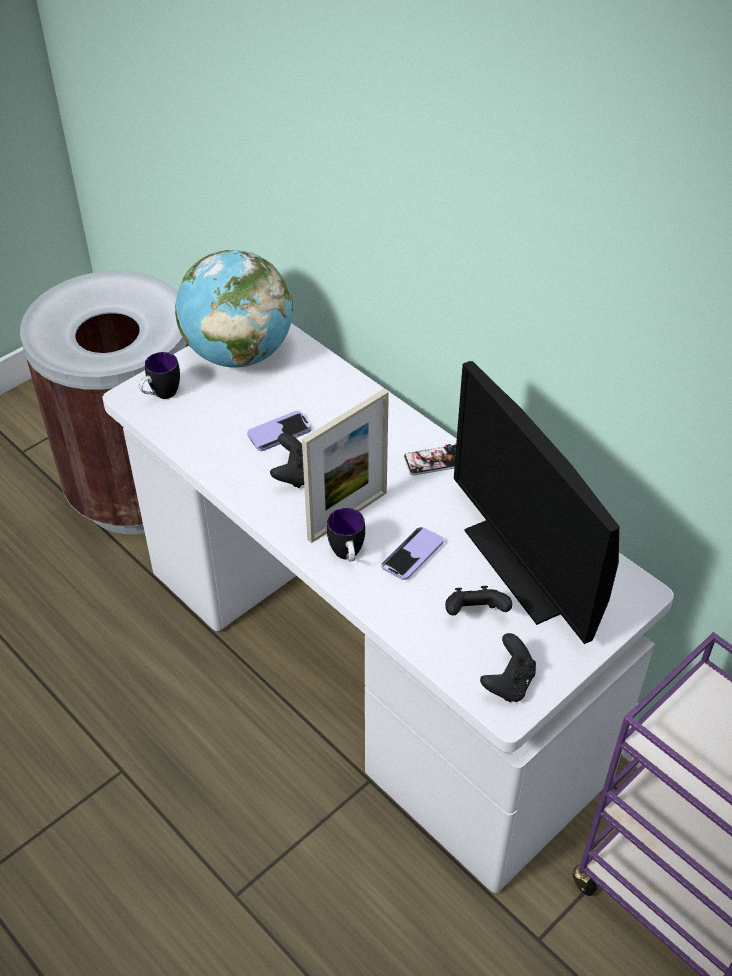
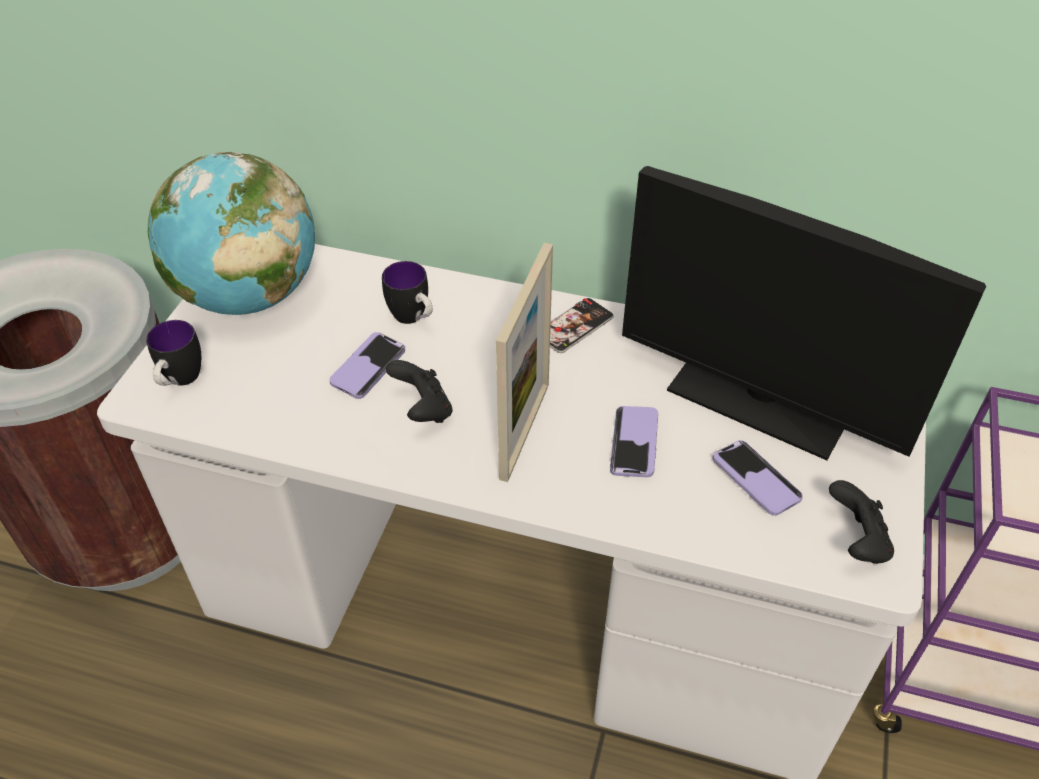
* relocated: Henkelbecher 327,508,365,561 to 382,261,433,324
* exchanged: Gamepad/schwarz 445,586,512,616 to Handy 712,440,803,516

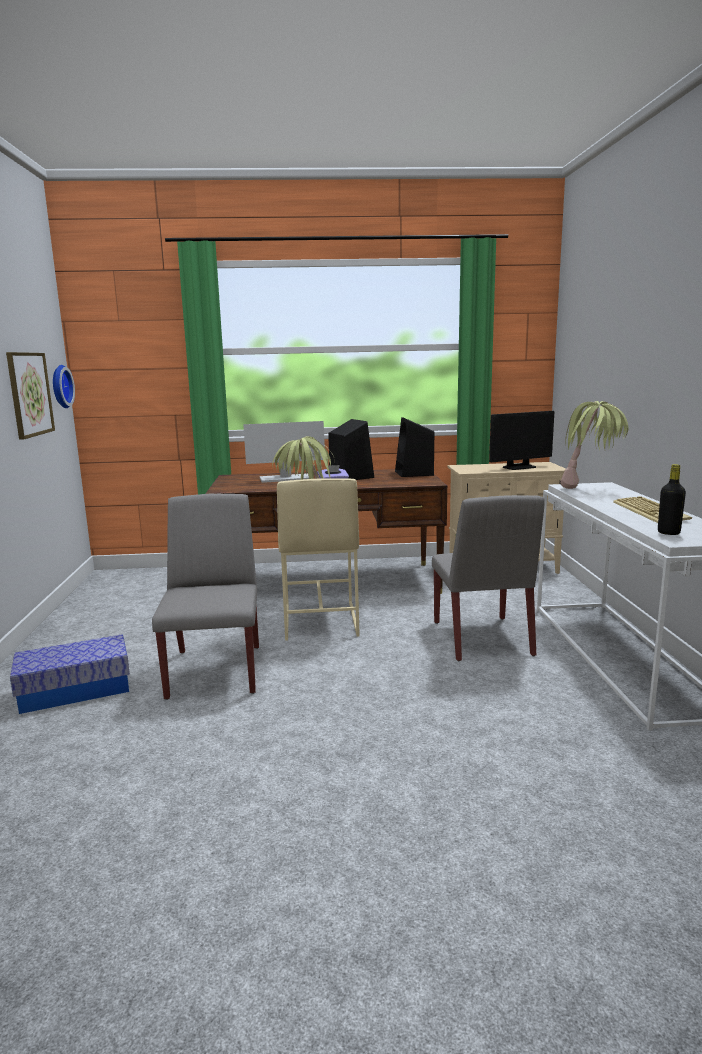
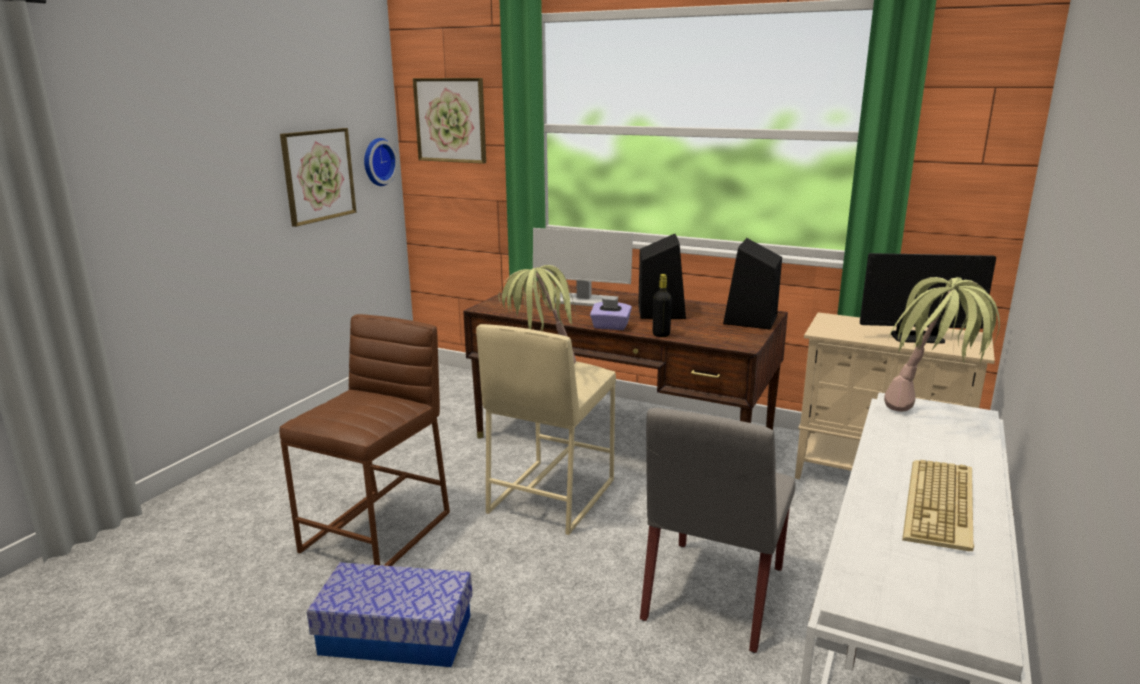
* exchanged: Stuhl/grau 152,494,259,700 to Hocker/braun 280,314,450,566
* relocated: Aufbewahrungsbox 10,634,130,714 to 307,562,472,667
* appeared: Bild 413,78,486,164
* relocated: Flasche/schwarz 658,464,686,535 to 653,274,672,337

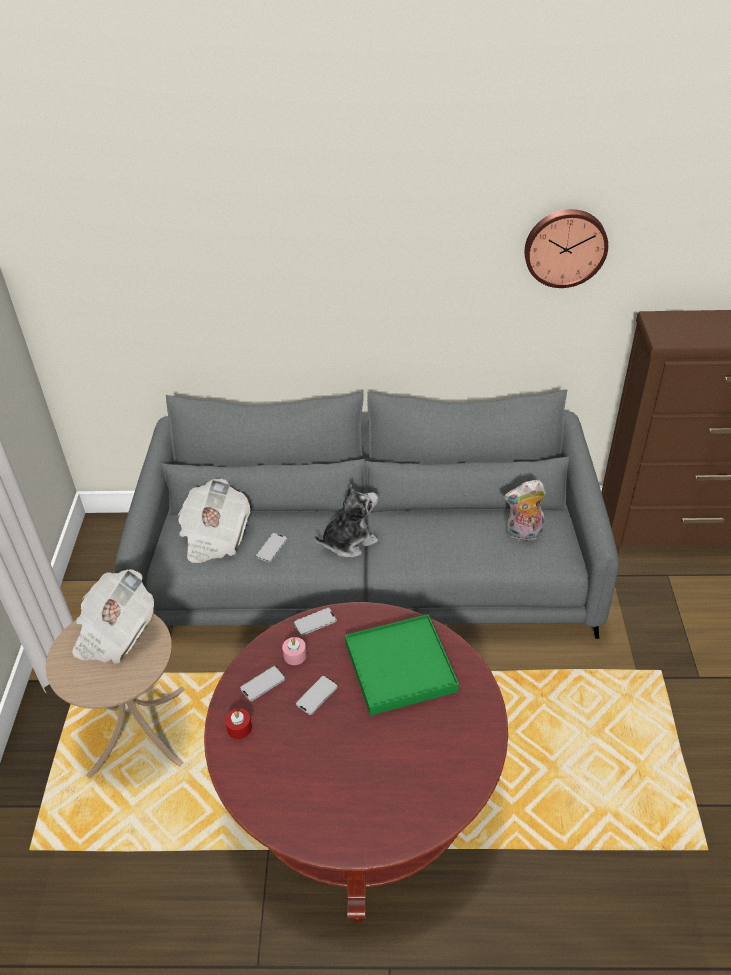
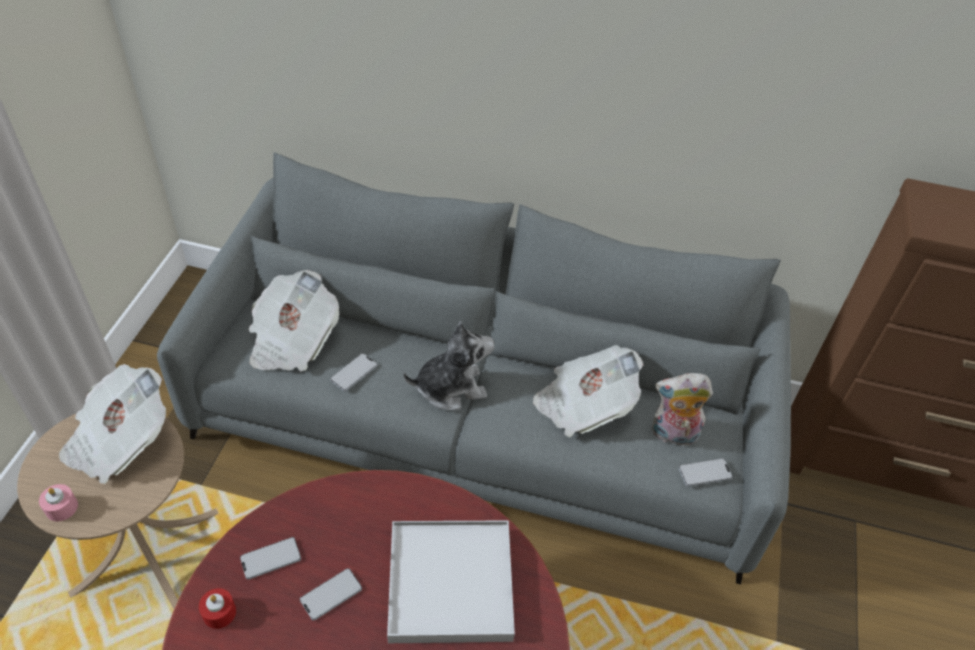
* relocated: Kerze/rosa 282,637,307,665 to 39,484,78,521
* colour: Tablett/grün 345,614,459,716 to Tablett/weiß 387,520,515,643
* appeared: Zeitung 533,345,643,437
* relocated: Handy 293,607,337,636 to 679,458,732,486
* missing: Wanduhr 525,209,608,288

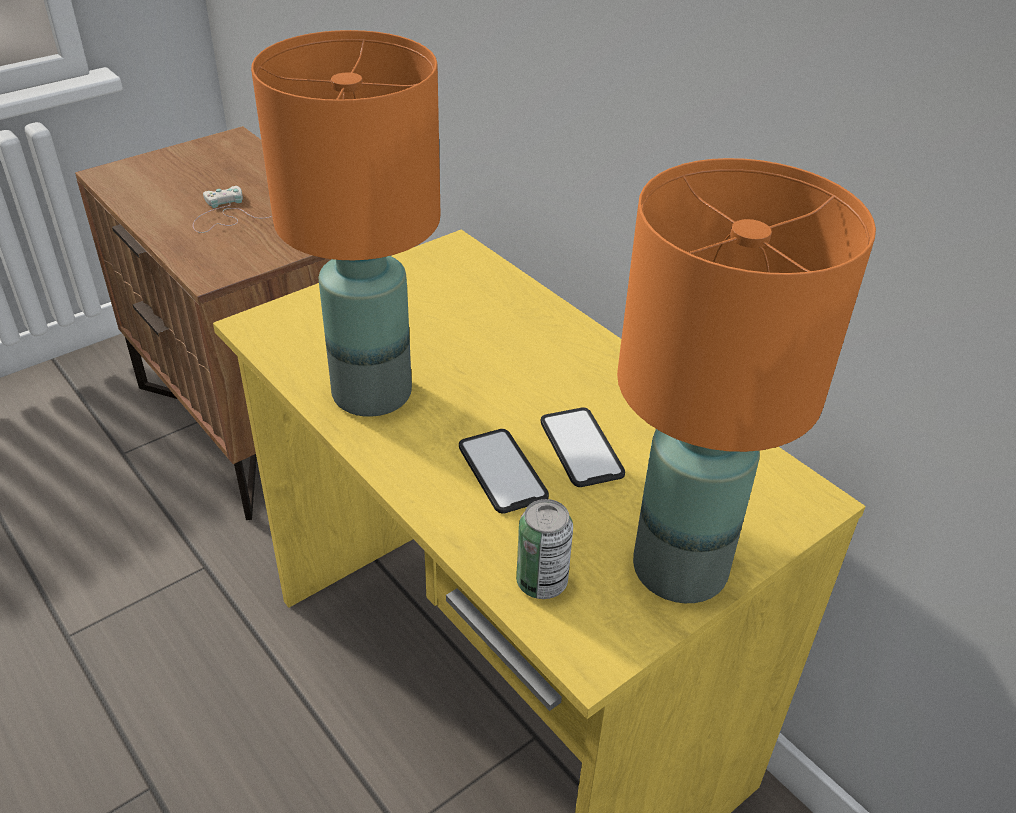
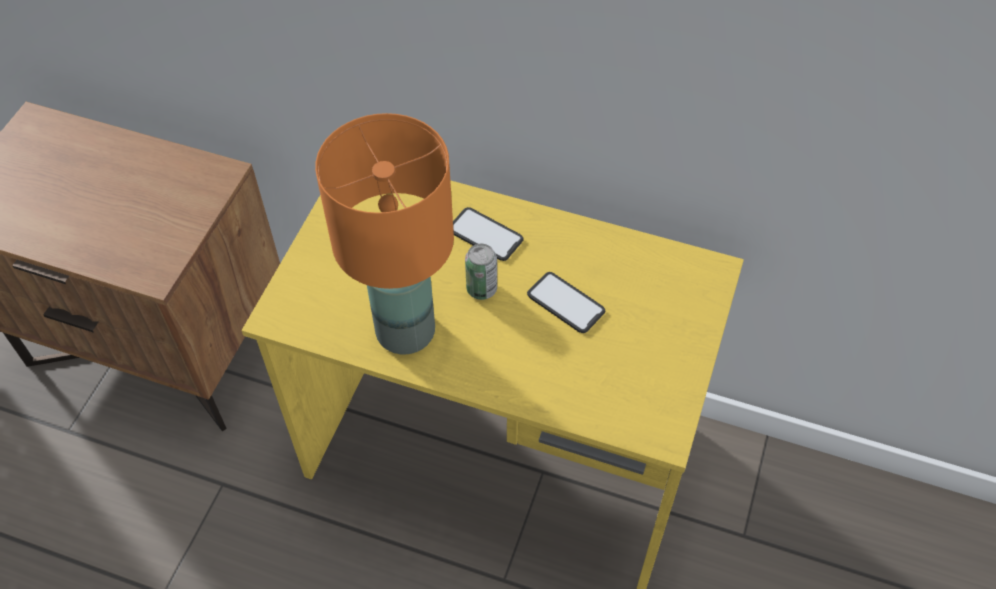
* relocated: Handy 459,429,549,514 to 453,207,524,261
* relocated: Dose 516,499,573,599 to 465,244,497,300
* missing: Gamepad/weiß 193,186,272,233
* missing: Tischlampe/orange 617,158,876,603

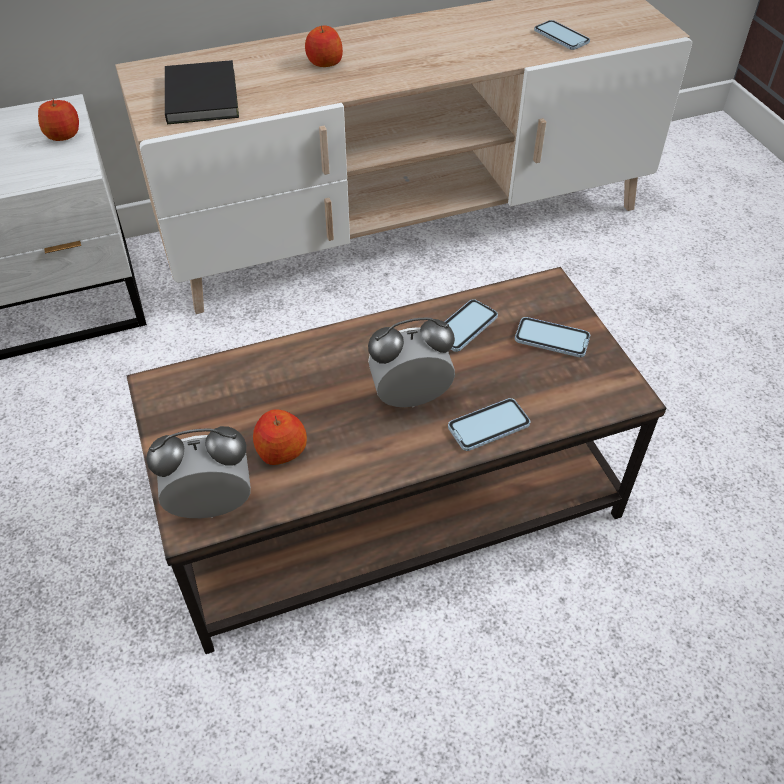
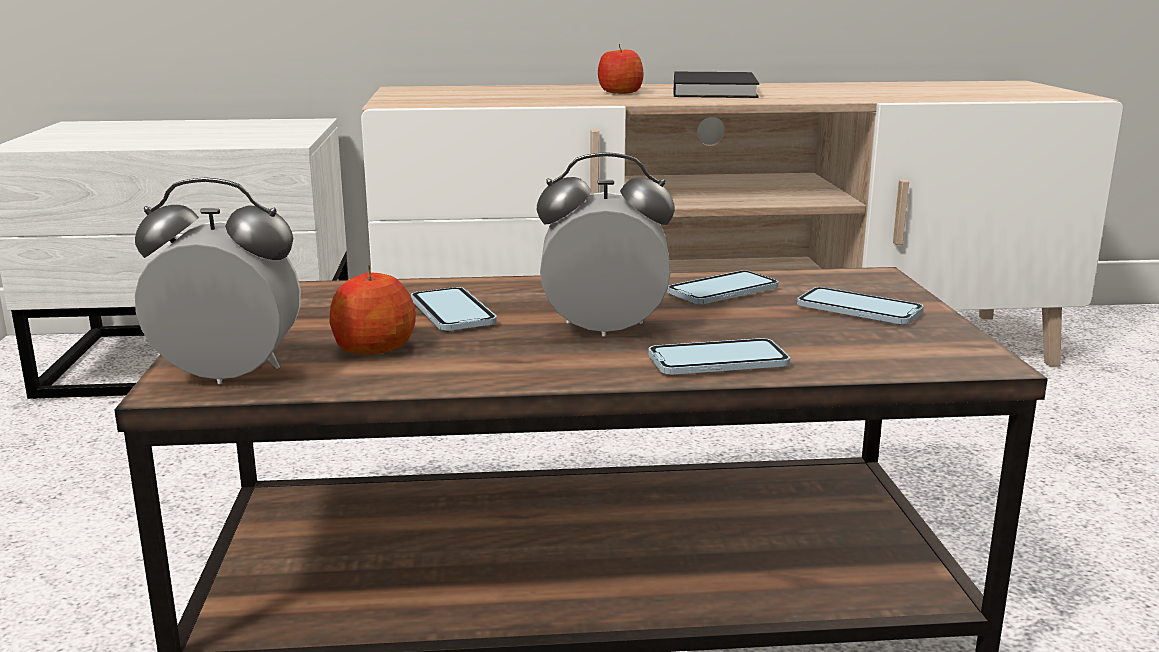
* relocated: Handy 534,20,590,50 to 411,287,497,331
* relocated: Buch/schwarz 165,60,239,124 to 674,72,759,98
* missing: Apfel 38,98,79,141

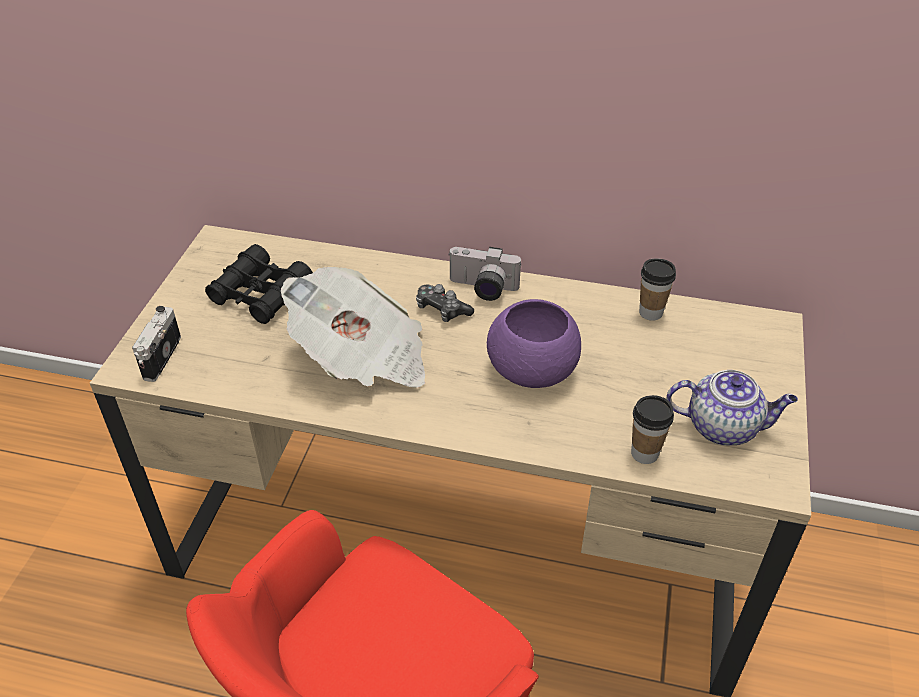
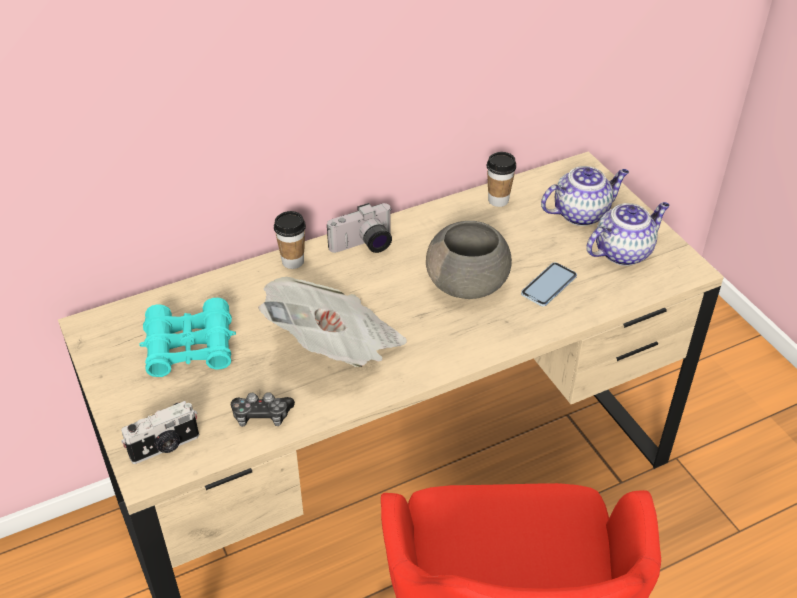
* spun: Kamera 132,306,181,382 = 121,401,199,464 90 degrees counterclockwise
* colour: Fernglas/schwarz 205,244,313,324 to Fernglas/türkis 139,298,236,377
* relocated: Gamepad 416,284,474,322 to 231,392,295,427
* relocated: Tasse 631,395,674,464 to 274,211,306,269
* colour: Schüssel/lila 487,299,581,388 to Schüssel/grau 426,221,512,299
* appeared: Handy 521,262,577,306
* appeared: Teekanne 541,166,629,226

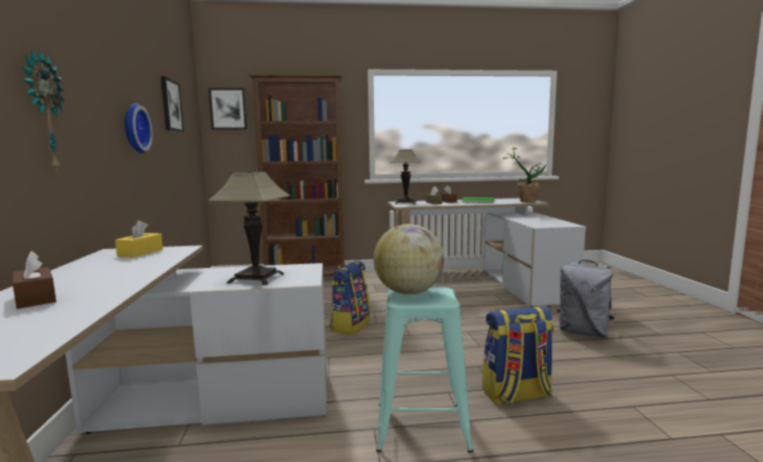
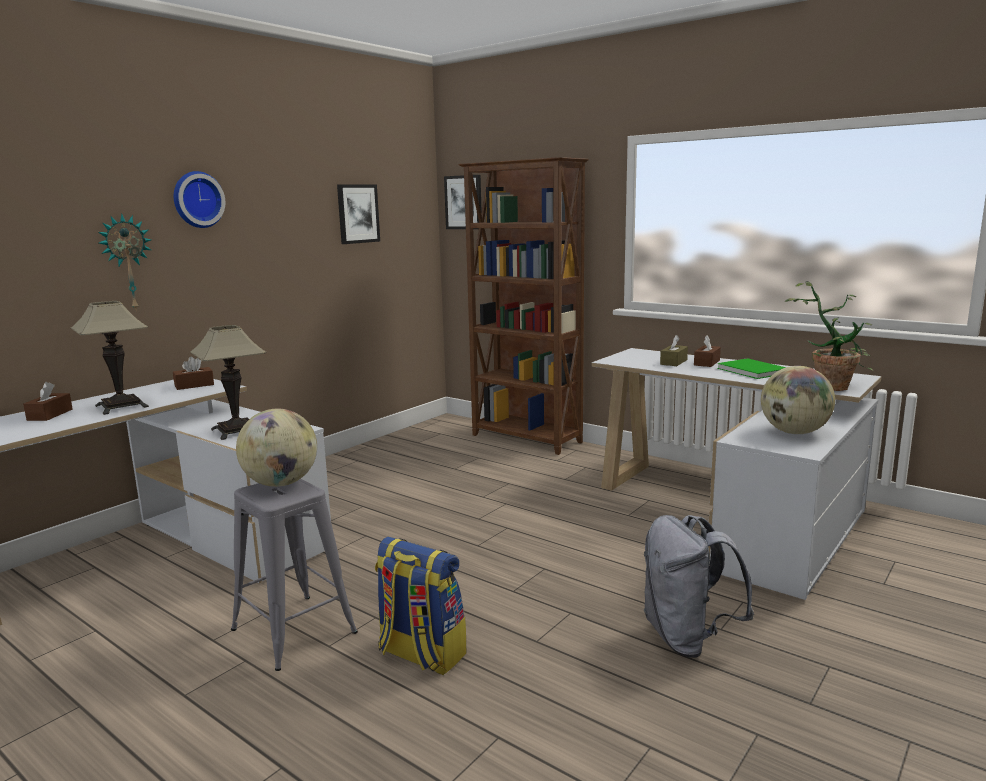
* relocated: Tischlampe 389,149,421,204 to 71,301,149,415
* colour: Taschentuchbox/gelb 115,220,163,258 to Taschentuchbox/braun 173,357,214,390
* relocated: Wanduhr 125,103,153,153 to 174,171,225,228
* colour: Hocker/türkis 376,287,473,453 to Hocker/grau 231,479,358,671
* appeared: Globus 761,366,835,434
* missing: Rucksack 330,261,370,335

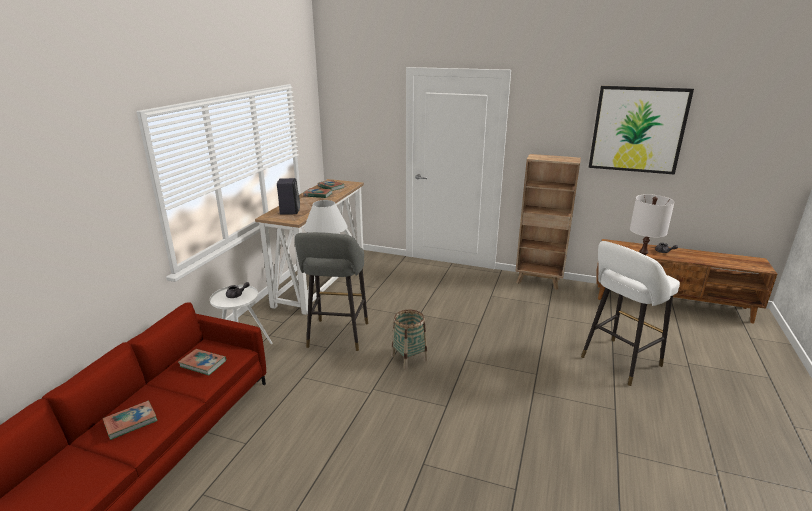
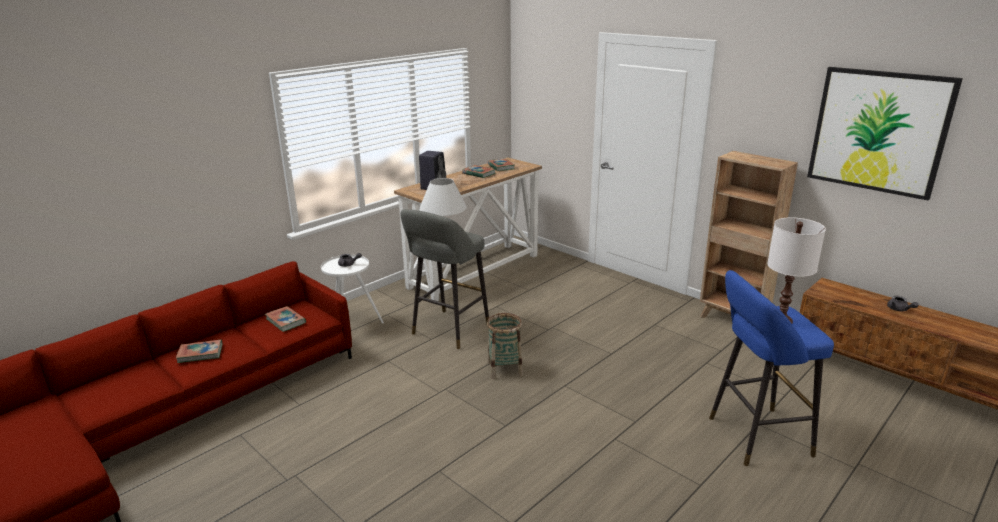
* colour: Hocker/weiß 581,241,680,386 to Hocker/blau 709,270,834,466

